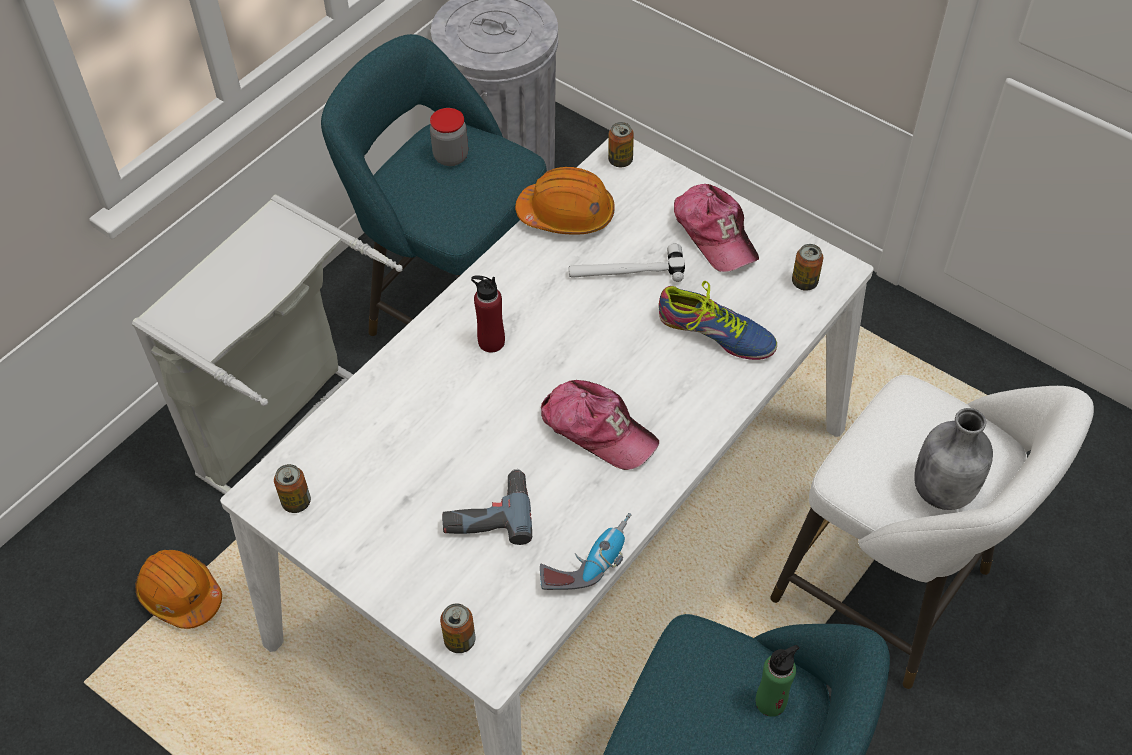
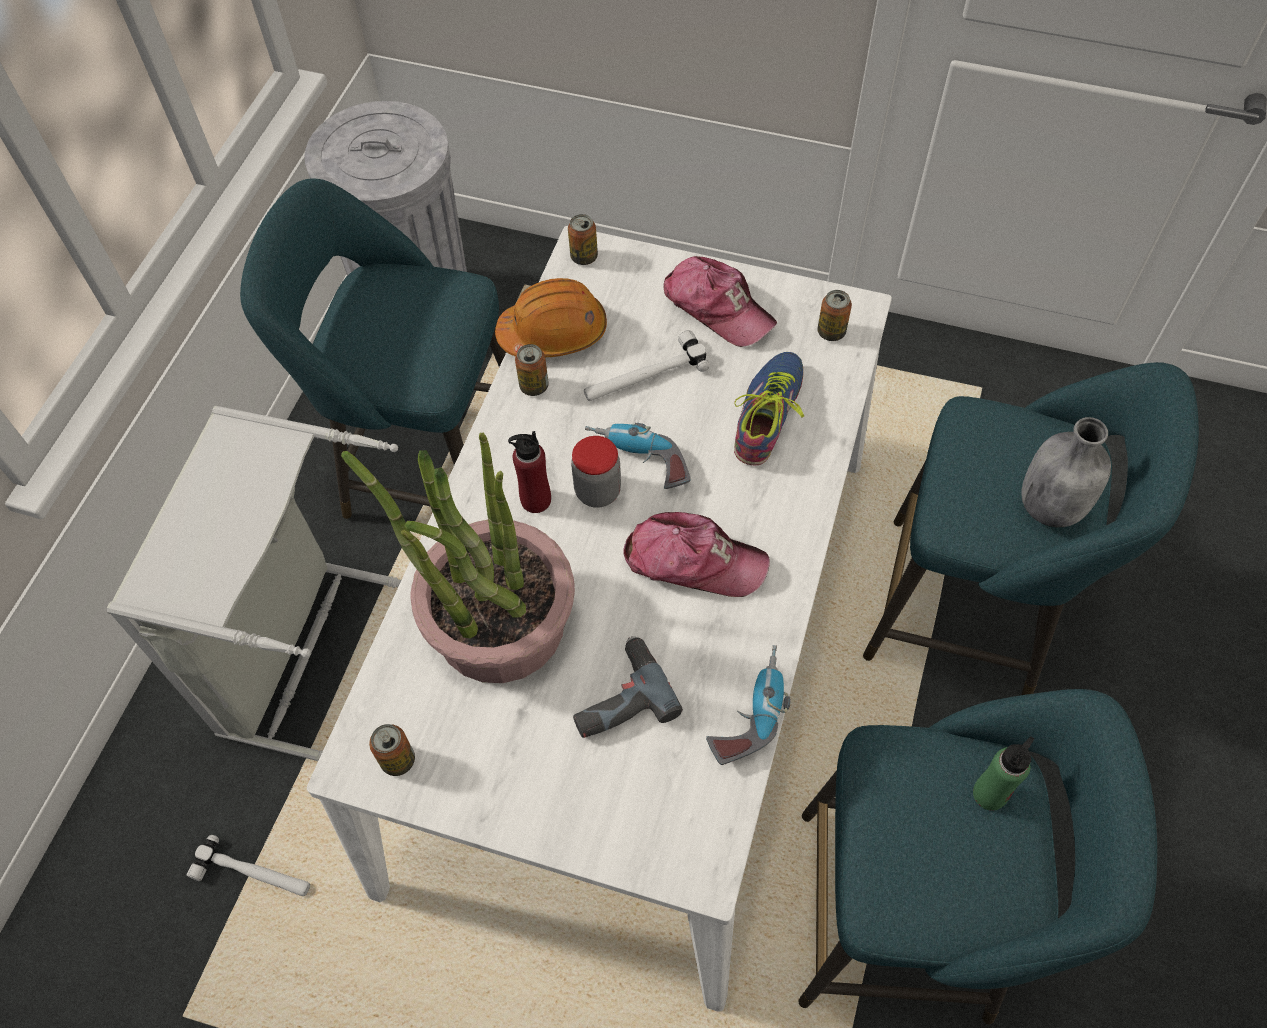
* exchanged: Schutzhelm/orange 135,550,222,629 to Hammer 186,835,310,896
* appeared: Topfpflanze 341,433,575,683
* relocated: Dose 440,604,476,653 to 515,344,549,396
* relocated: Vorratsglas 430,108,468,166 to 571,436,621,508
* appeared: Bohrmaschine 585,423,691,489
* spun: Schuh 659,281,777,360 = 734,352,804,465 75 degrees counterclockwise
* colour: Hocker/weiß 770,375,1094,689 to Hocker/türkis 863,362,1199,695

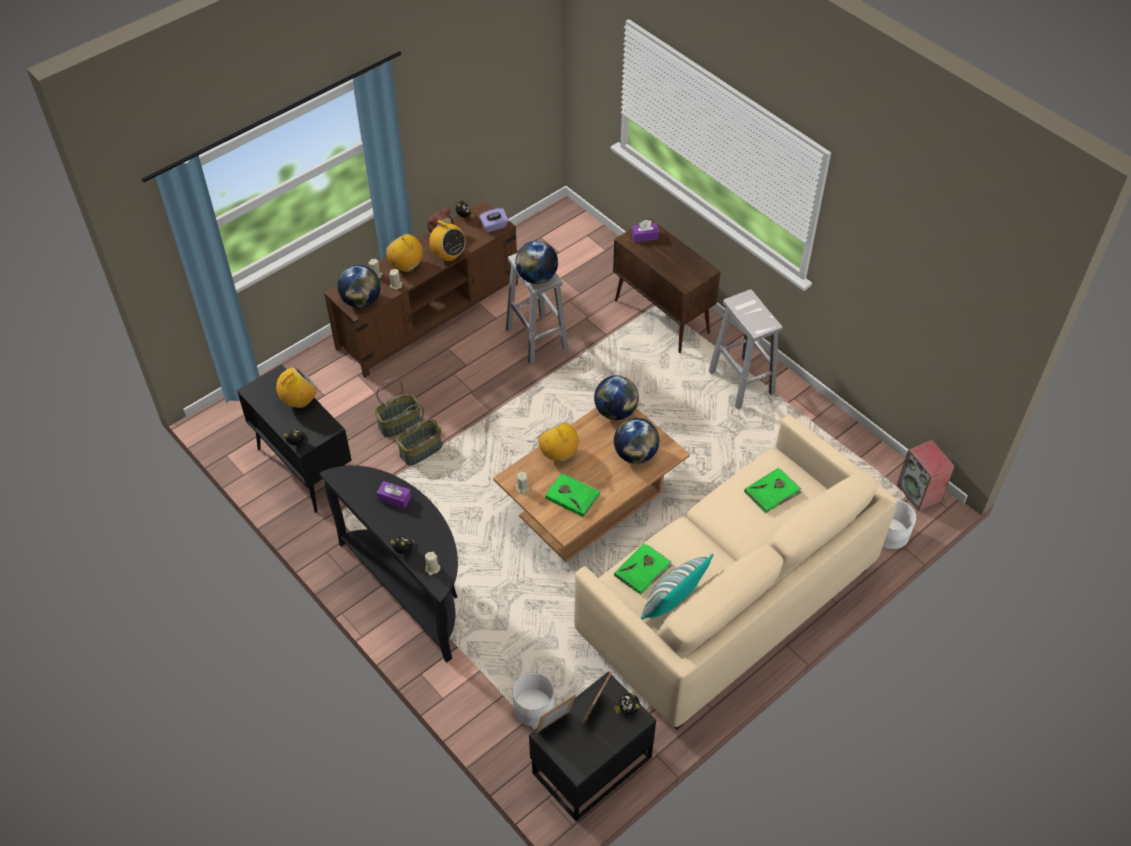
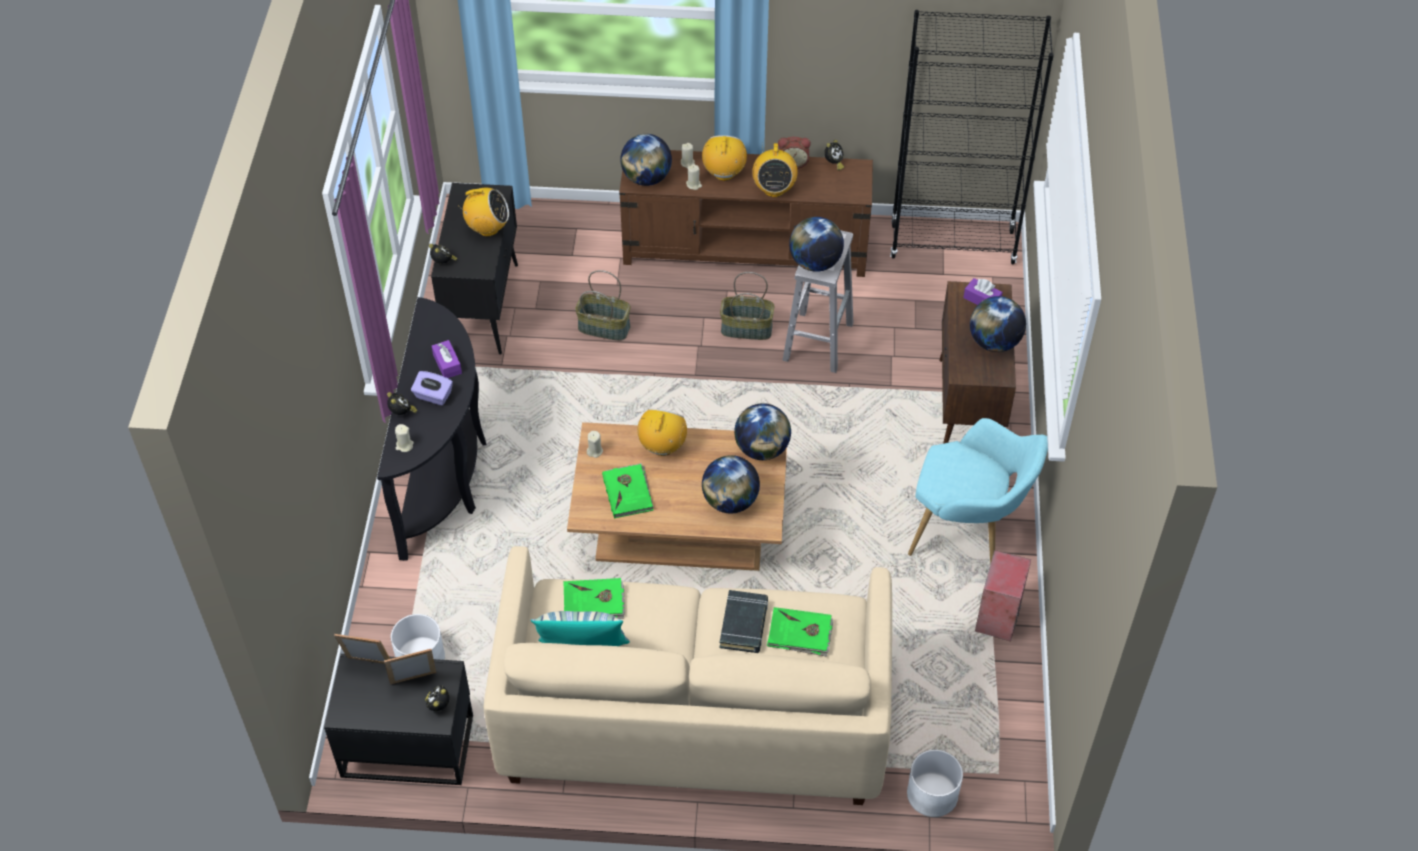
* relocated: Taschentuchbox/lila 479,208,508,232 to 411,371,453,405
* relocated: Korb 396,404,442,466 to 720,272,774,340
* appeared: Buch/schwarz 720,590,768,653
* appeared: Bücherregal/schwarz 890,10,1054,264
* exchanged: Hocker/weiß 709,289,783,409 to Sessel/türkis 908,418,1048,564
* appeared: Globus 970,296,1026,352
* relocated: Lautsprecher 897,439,955,512 to 975,550,1031,641

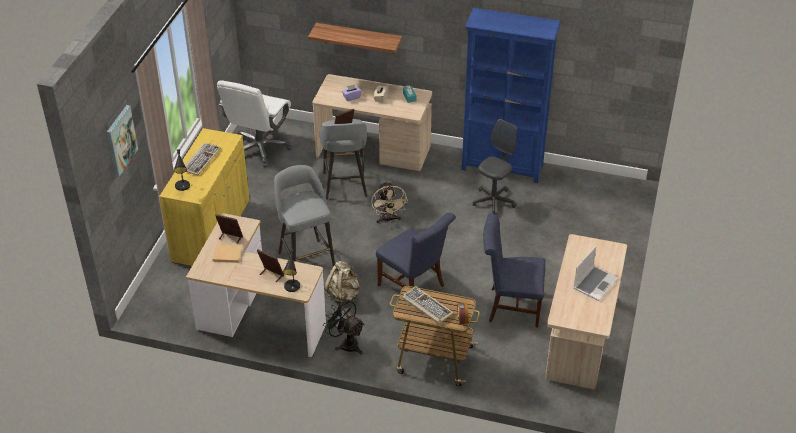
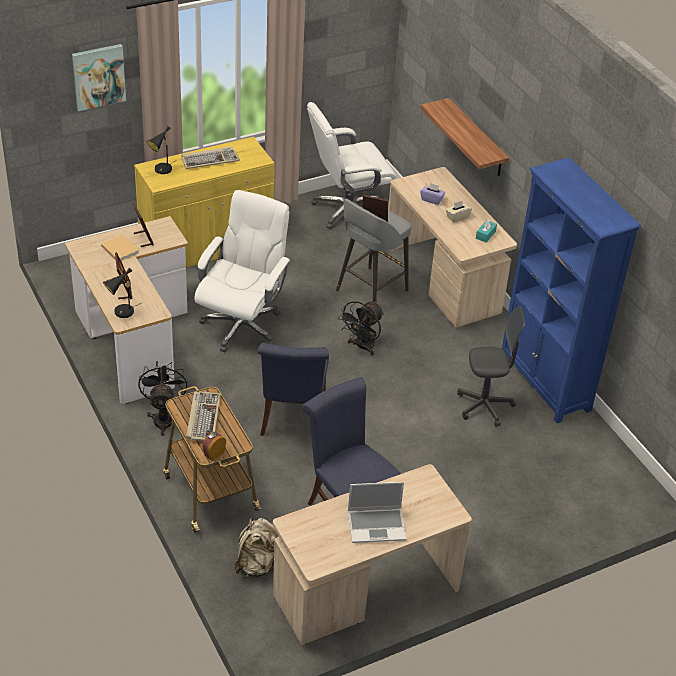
* exchanged: Hocker/grau 274,165,335,266 to Bürostuhl/weiß 194,190,291,352
* relocated: Rucksack/beige 324,261,359,305 to 235,518,279,578
* colour: Ventilator/beige 371,181,408,223 to Ventilator/schwarz 338,301,384,355

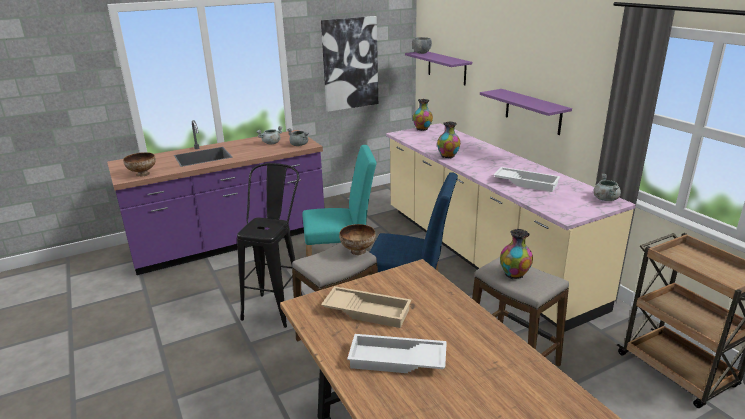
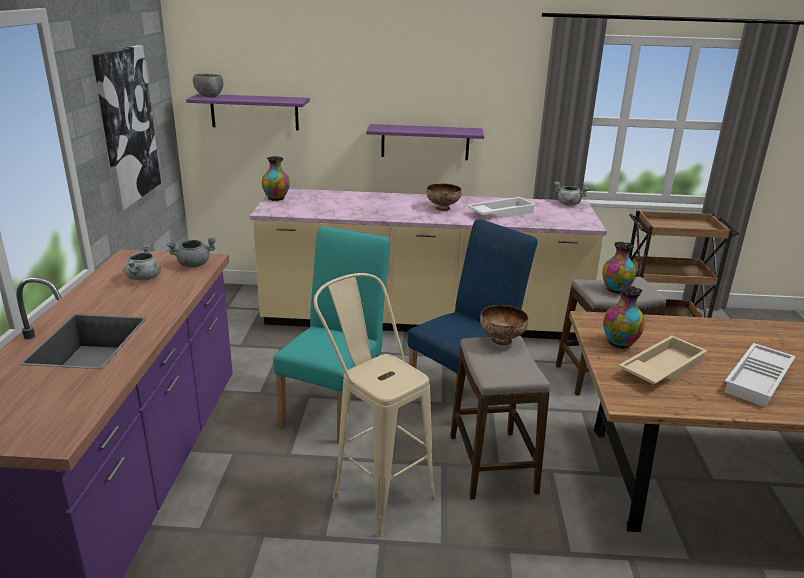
* colour: Hocker/schwarz 237,163,303,328 to Hocker/beige 314,273,436,537
* relocated: Schüssel 123,152,156,177 to 426,183,462,211
* relocated: Vase 437,122,460,158 to 603,285,645,349

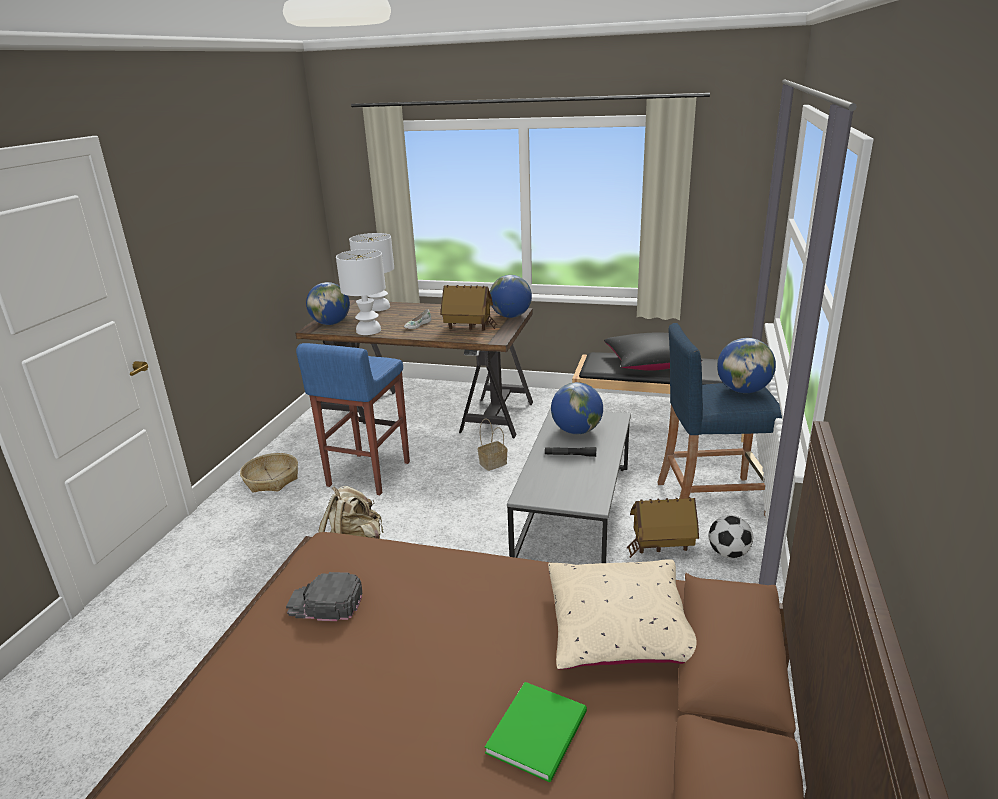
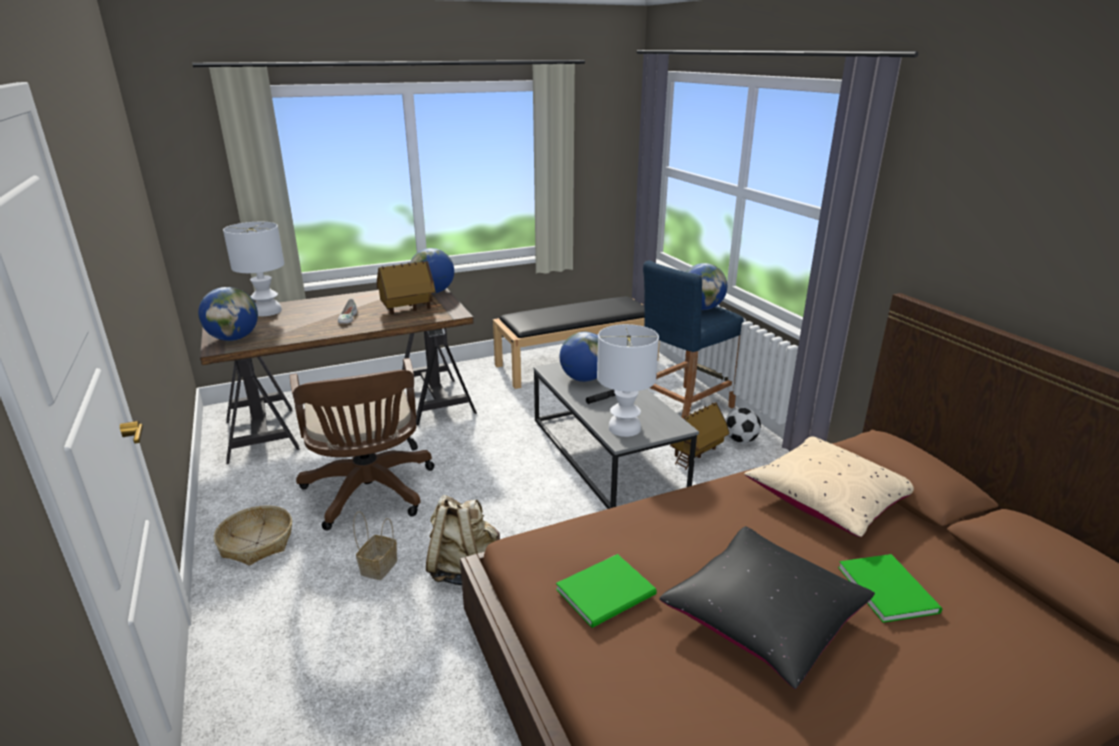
* exchanged: Hocker/blau 296,343,410,495 to Bürostuhl/braun 290,358,434,530
* relocated: Korb 478,419,508,471 to 353,511,397,580
* exchanged: Kappe/schwarz 286,572,362,621 to Buch/grün 556,554,657,628
* relocated: Tischlampe/weiß 336,249,386,335 to 597,324,659,437
* relocated: Kissen/schwarz 604,332,703,371 to 659,526,875,689

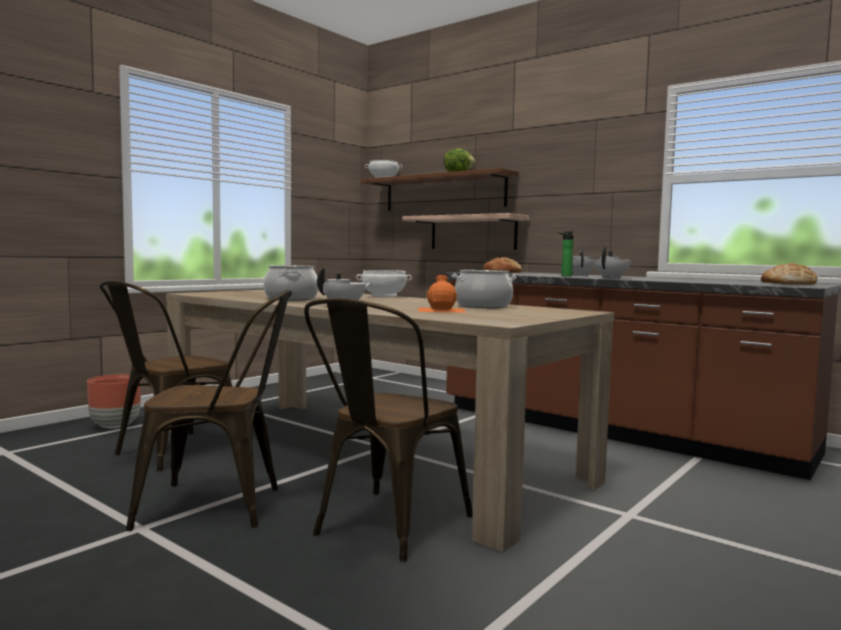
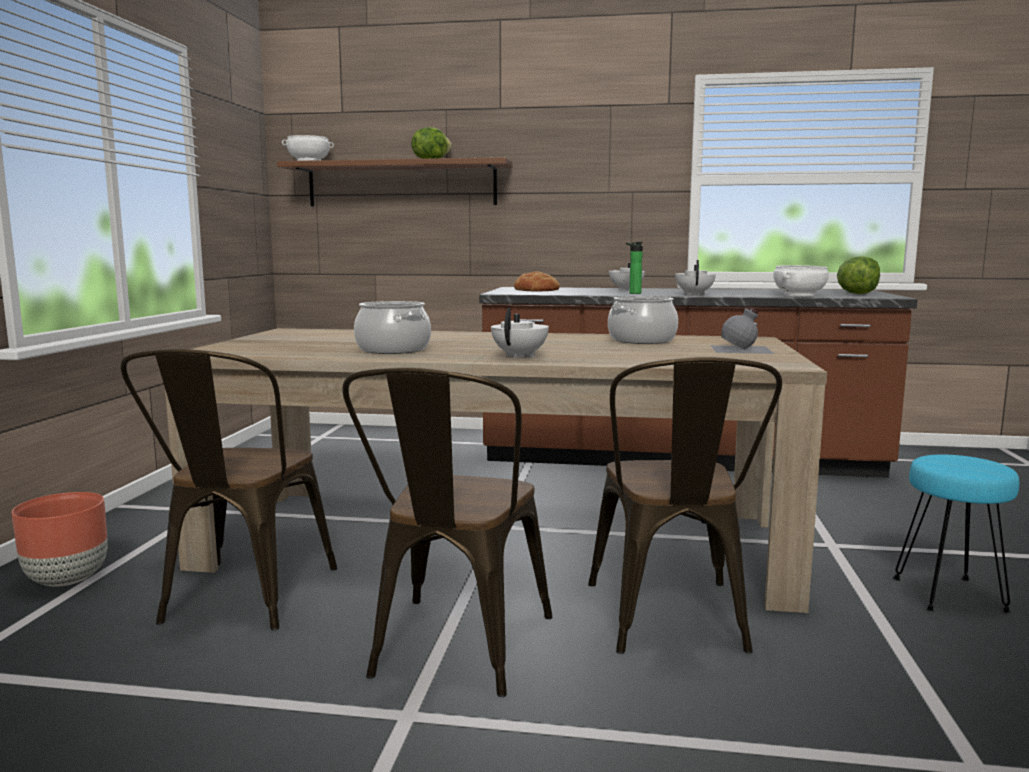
* spun: Stuhl/braun 126,290,292,531 = 342,367,552,697 135 degrees clockwise
* appeared: Flasche/grau 711,307,774,354
* relocated: Schüssel/weiß 356,270,412,297 to 773,265,829,297
* exchanged: Brot 761,263,817,284 to Salatkopf 837,256,880,294
* appeared: Hocker/türkis 893,454,1019,613
* missing: Wandregal 402,213,529,250
* missing: Flasche/orange 418,274,467,313

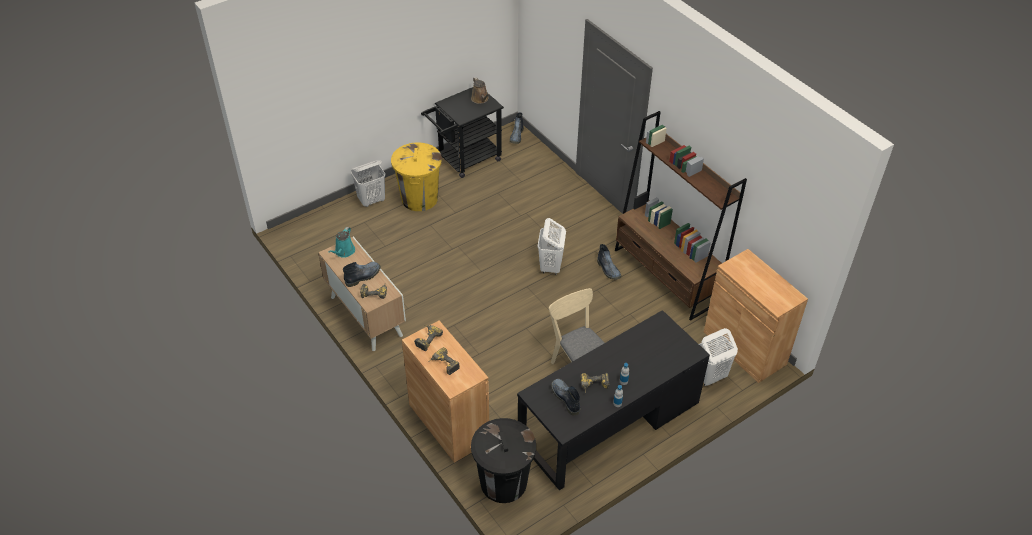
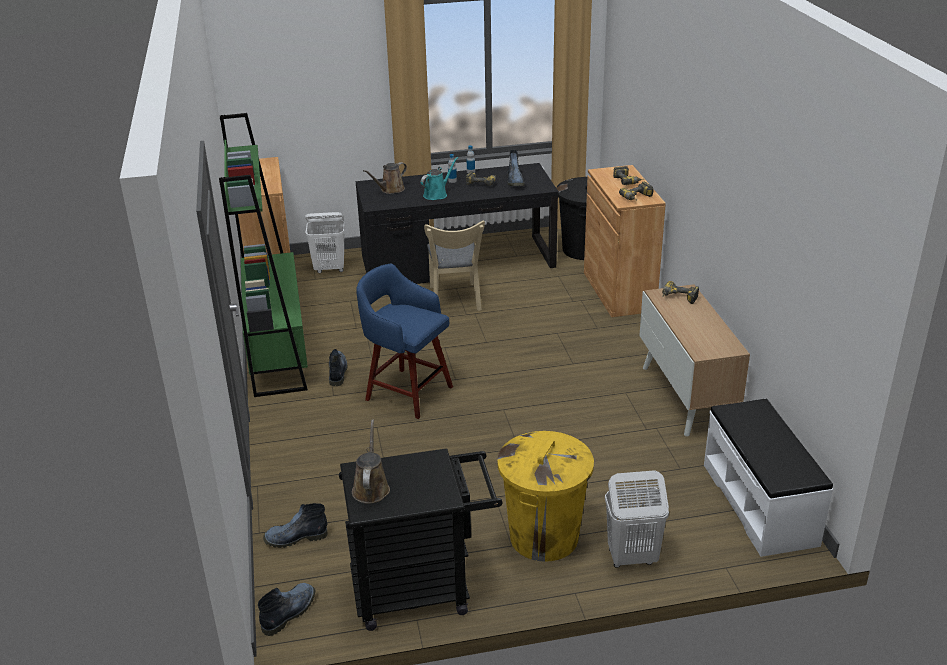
* colour: Bücherregal/braun 615,111,747,321 to Bücherregal/grün 219,113,308,397
* relocated: Stiefel 343,262,381,287 to 263,503,328,548
* exchanged: Wäschekorb/weiß 538,218,566,275 to Hocker/blau 356,264,453,419
* appeared: Gießkanne/braun 363,162,407,194
* relocated: Gießkanne/türkis 329,227,355,258 to 421,157,458,200
* appeared: Bank/weiß 704,399,833,557

